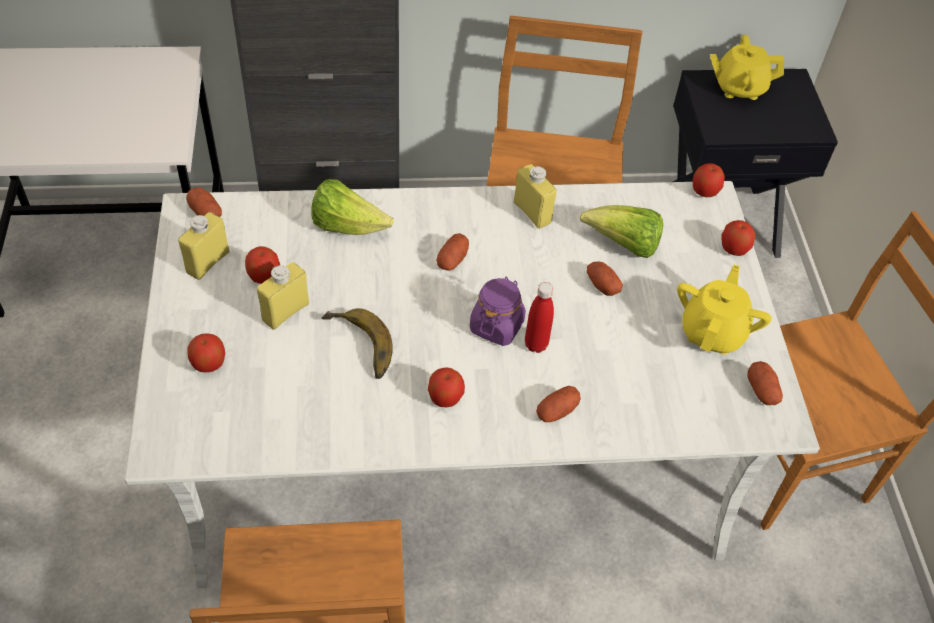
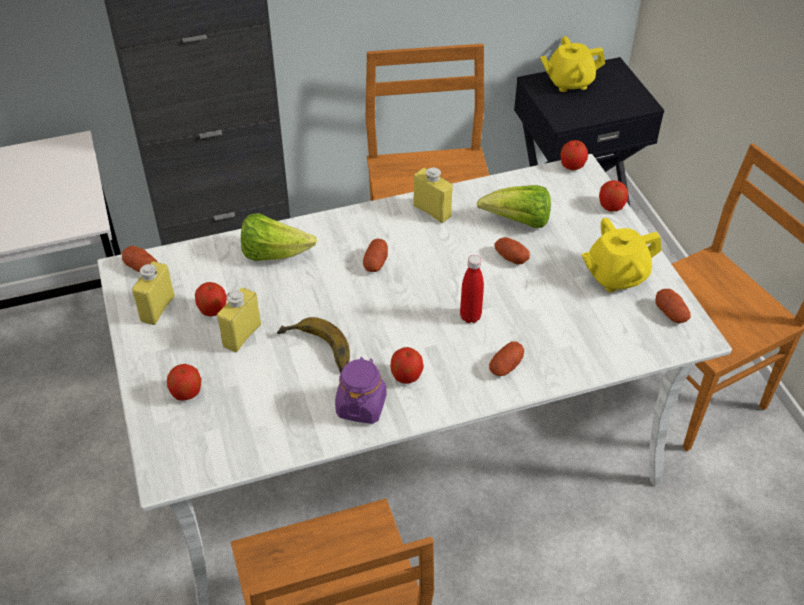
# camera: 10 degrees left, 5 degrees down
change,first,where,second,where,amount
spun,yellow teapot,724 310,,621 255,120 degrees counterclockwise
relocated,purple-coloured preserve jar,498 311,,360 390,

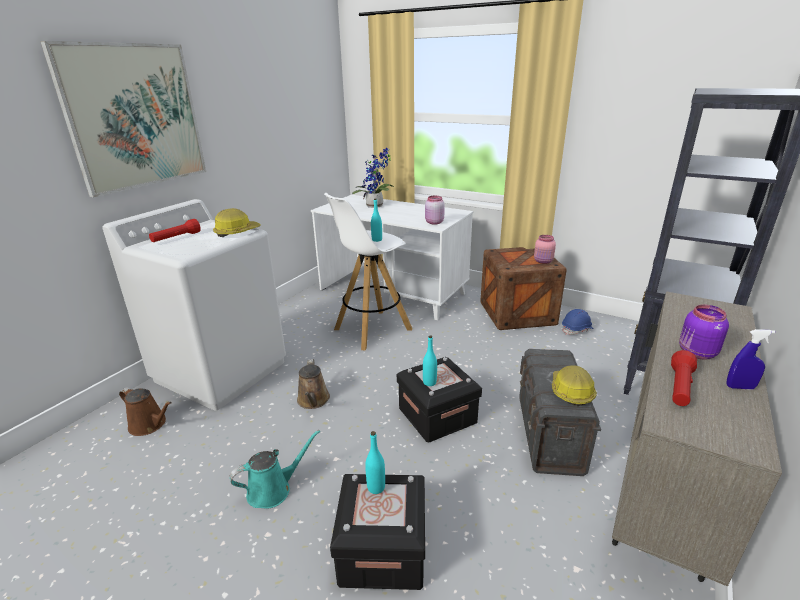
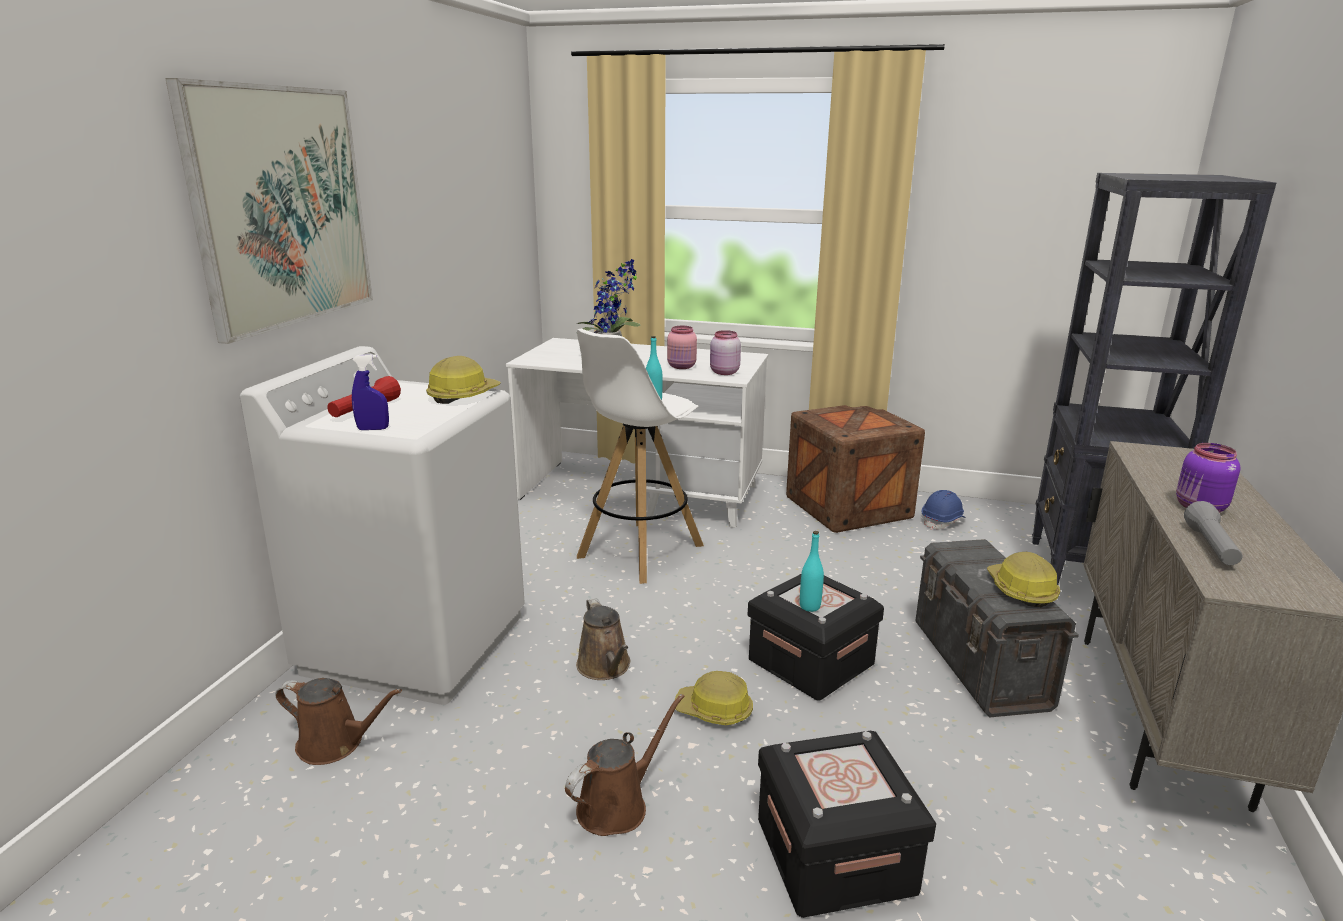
# camera: 15 degrees left, 5 degrees down
change,first,where,second,where,amount
relocated,pink preserve jar,545 249,,682 347,
relocated,blue-coloured hand sprayer,750 359,,370 392,
colour,reddish hand torch,684 378,gray hand torch,1213 533,
colour,turquoise watering pot,275 469,brown watering pot,625 765,
missing,turquoise beverage bottle,375 462,,,
appeared,,,safety helmet,714 698,

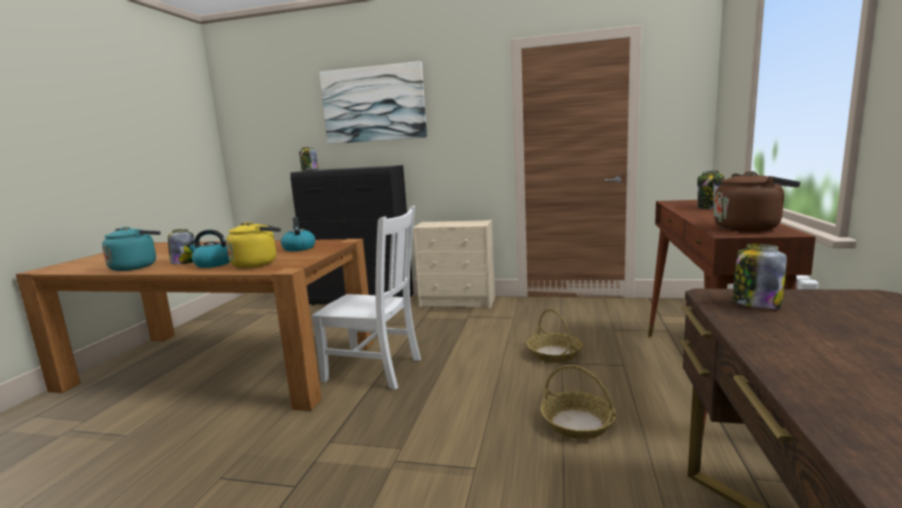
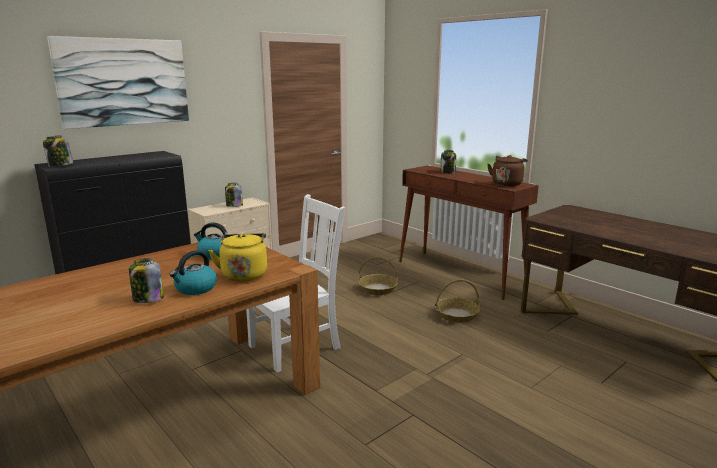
# camera: 55 degrees left, 5 degrees up
change,first,where,second,where,amount
missing,turquoise kettle,131 249,,,
relocated,preserve jar,760 276,,234 195,

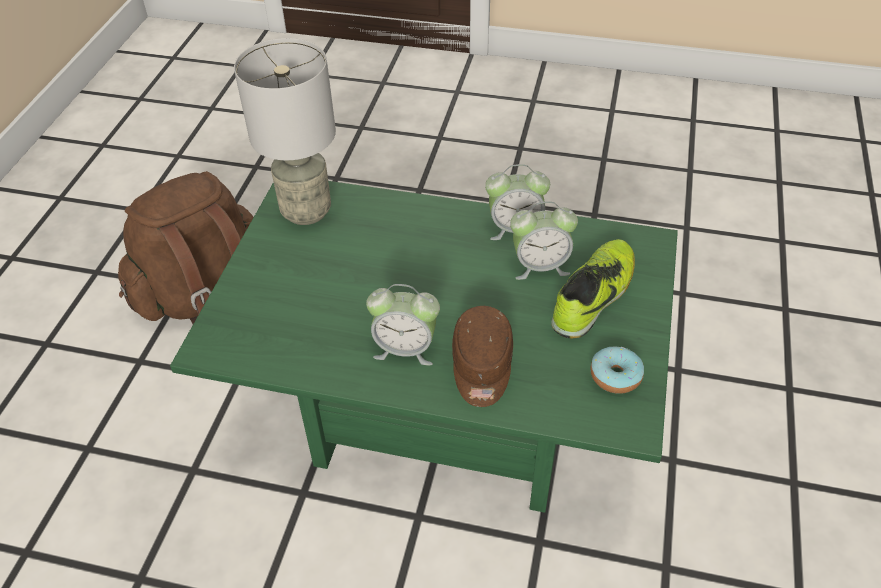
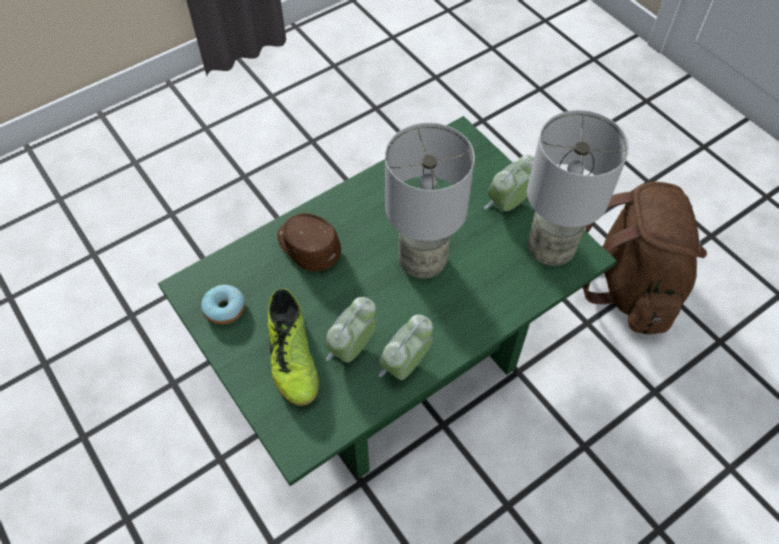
# camera: 130 degrees right, 10 degrees up
change,first,where,second,where,amount
relocated,table clock,403 324,,509 183,
appeared,,,gray tabletop lamp,430 201,

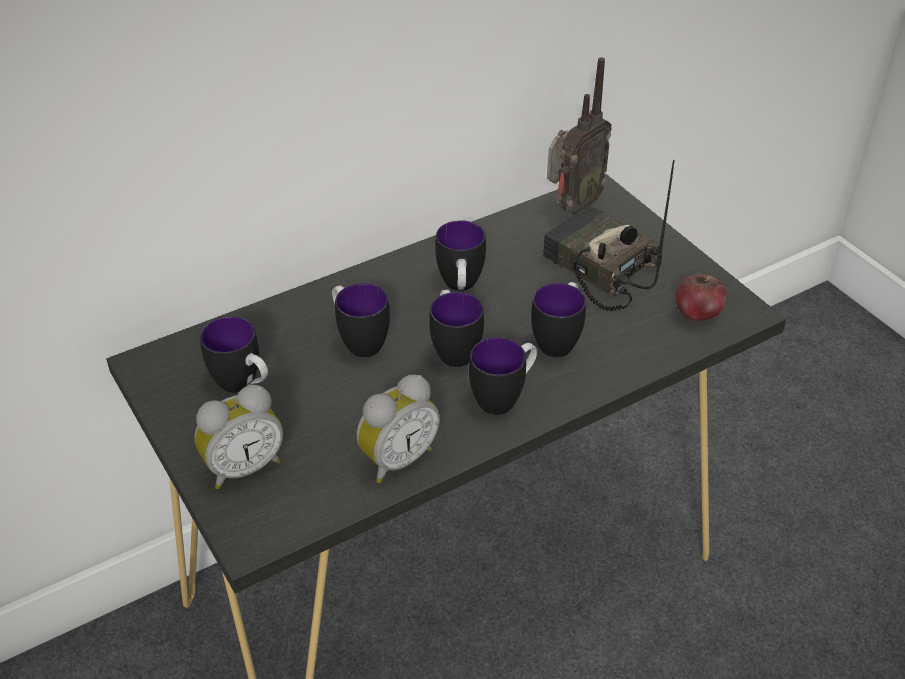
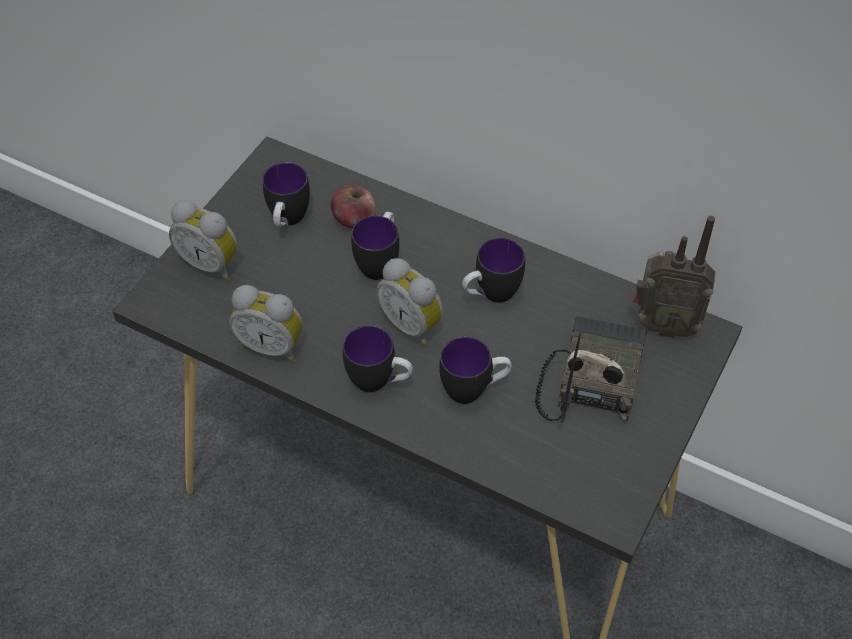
# camera: 60 degrees right, 10 degrees up
change,first,where,second,where,amount
relocated,apple,701 297,,353 207,
exchanged,tea mug,456 328,table clock,409 302,

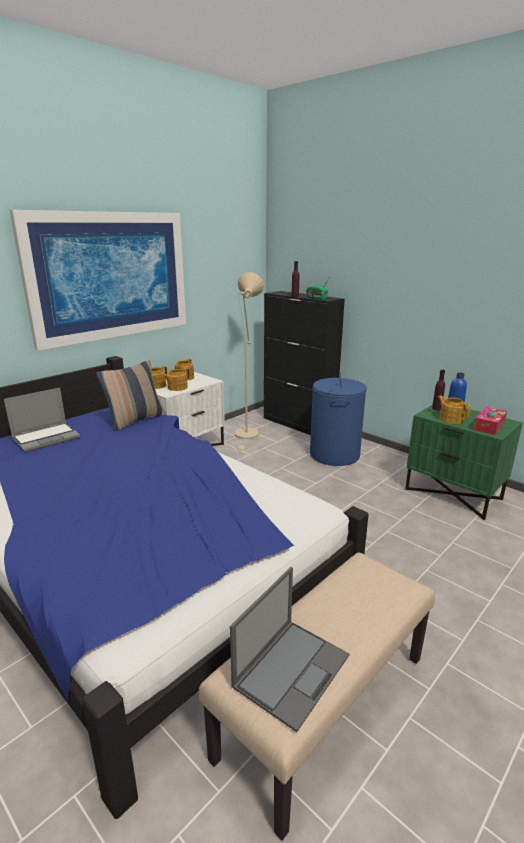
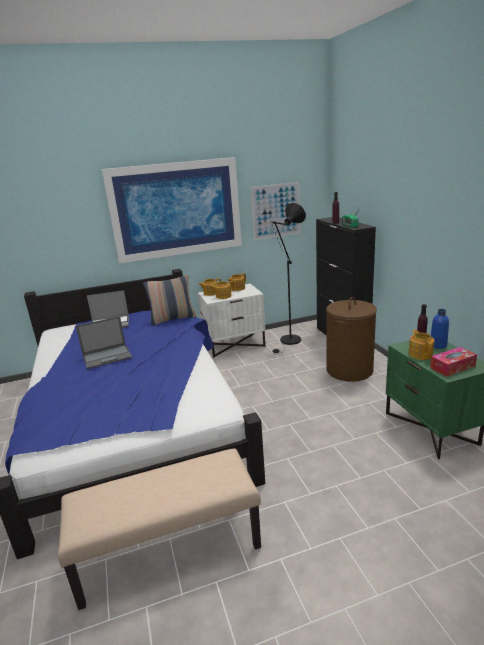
# camera: 30 degrees right, 0 degrees up
change,first,where,second,where,amount
colour,beige-coloured standard lamp,249 361,black standard lamp,289 279,
colour,blue-coloured hamper,338 419,brown hamper,351 339,
relocated,notebook computer,290 649,,104 342,
appeared,,,picture,275 211,

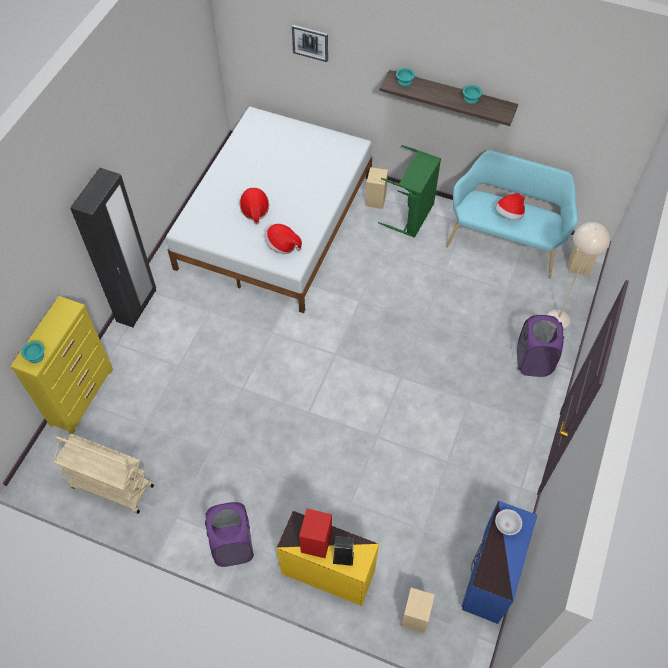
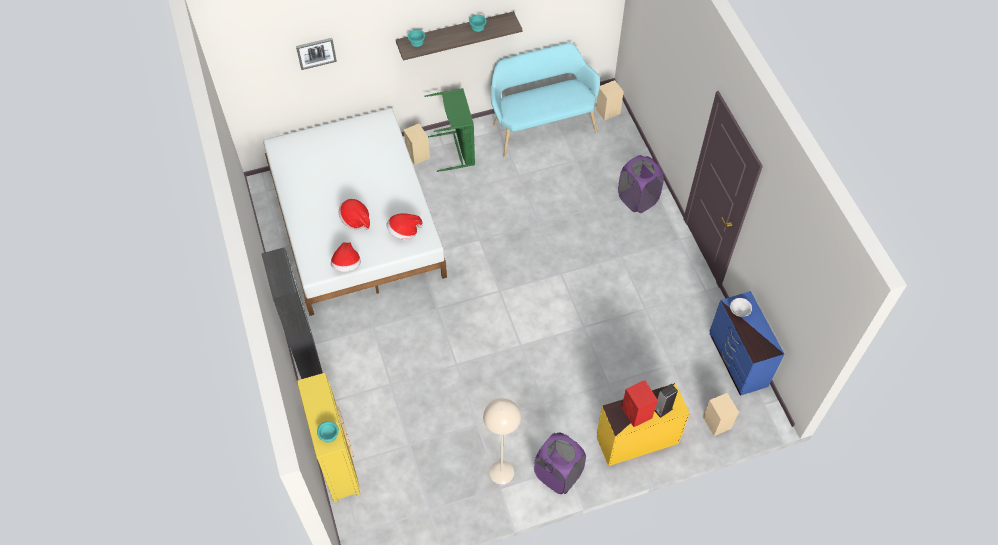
# camera: 40 degrees left, 0 degrees up
change,first,where,second,where,amount
relocated,hat,510 206,,346 257,
relocated,beige-coloured standard lamp,578 275,,502 441,
missing,beige-coloured trolley,104 474,,,

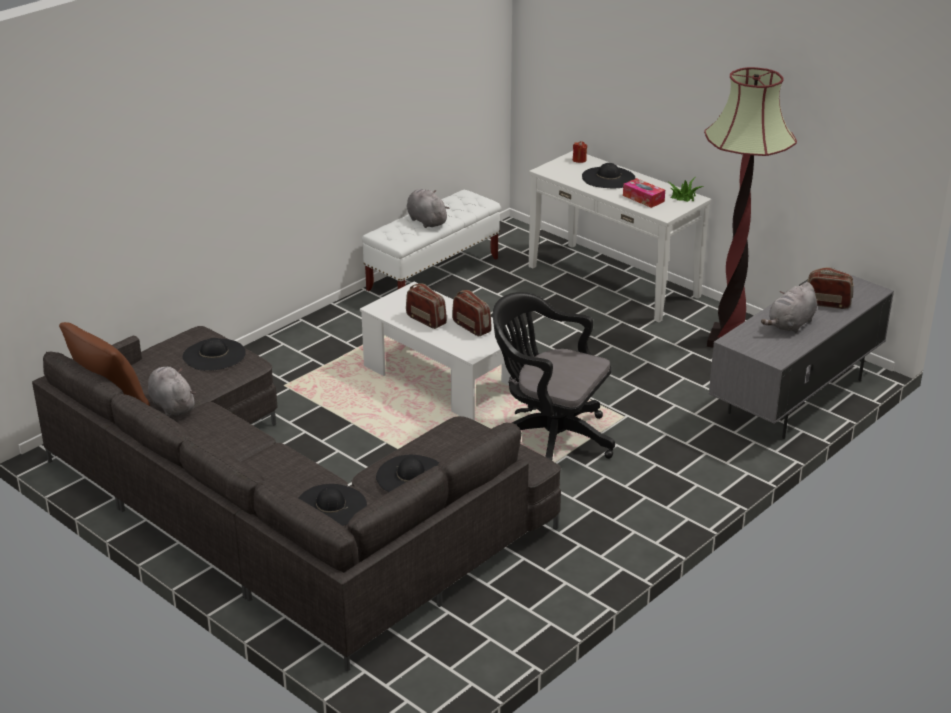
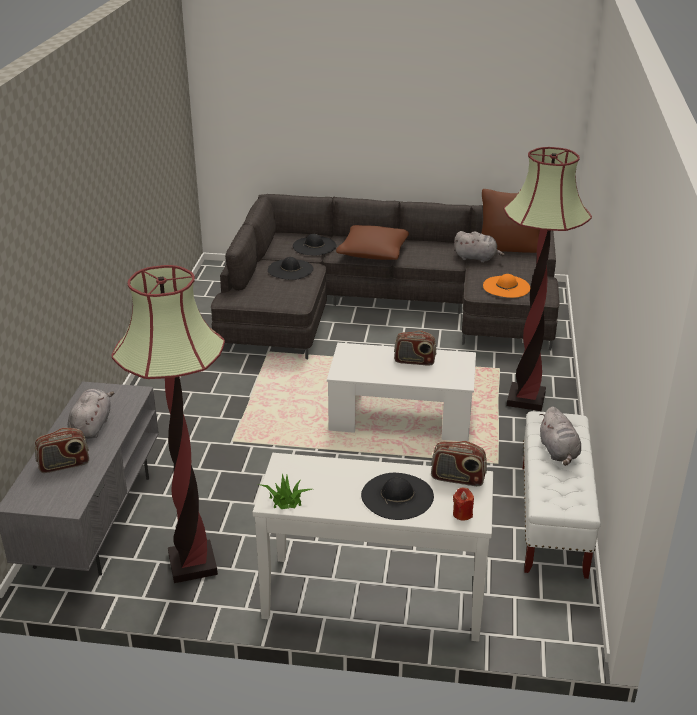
# camera: 145 degrees right, 0 degrees up
change,first,where,second,where,amount
missing,box of tissues,644 193,,,
spun,gray plush toy,428 208,,560 436,60 degrees clockwise
relocated,radio set,472 313,,459 463,
missing,black computer chair,554 376,,,
colour,black hat,214 354,orange-coloured hat,506 286,
appeared,,,standard lamp,548 279,
appeared,,,brown cushion,372 242,

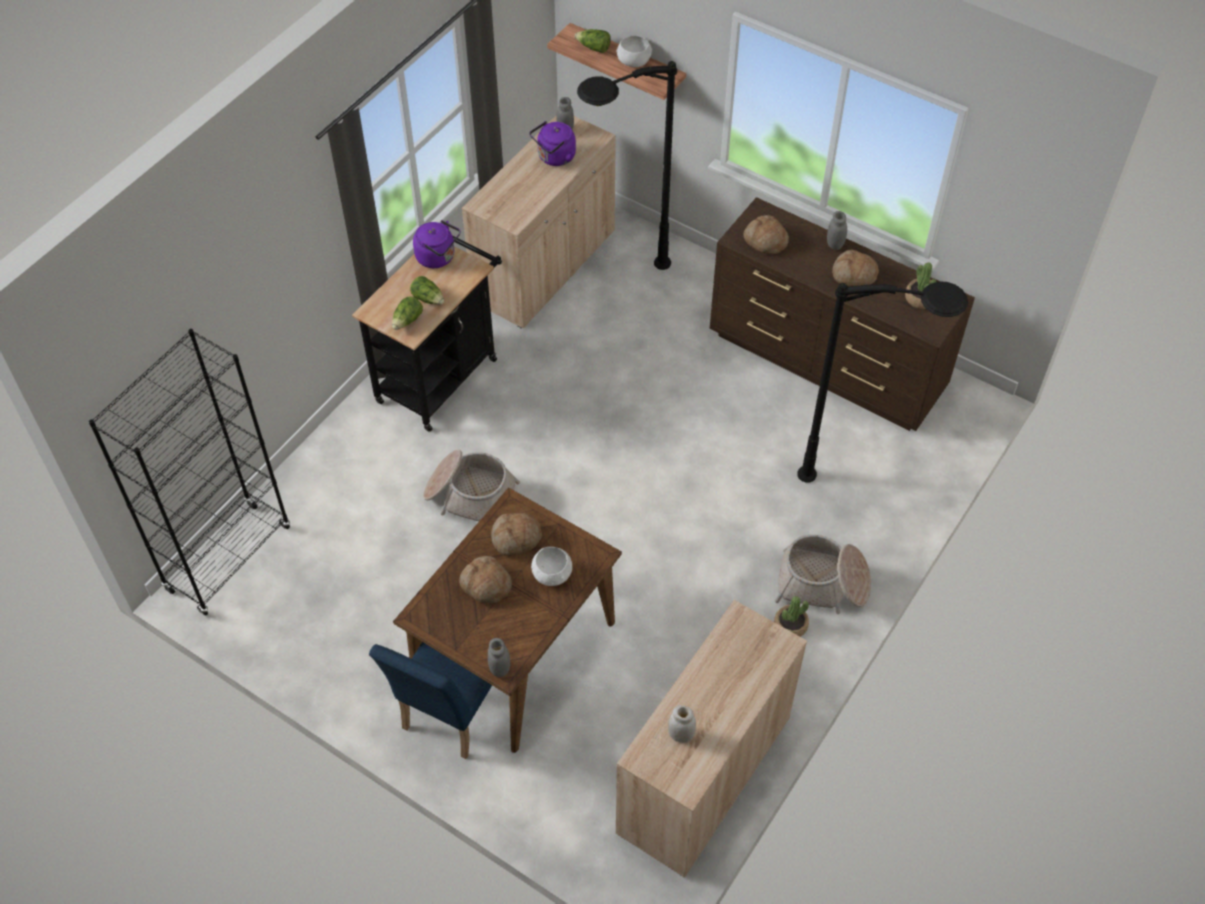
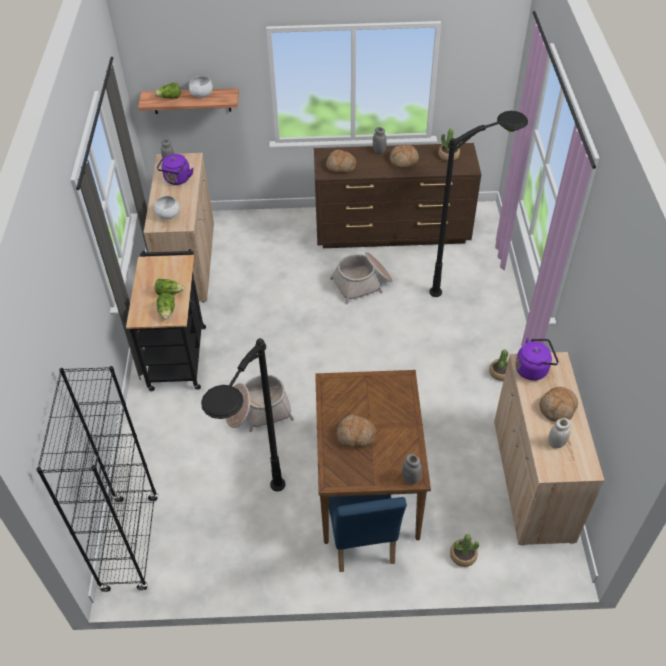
# camera: 35 degrees left, 5 degrees down
change,first,where,second,where,amount
relocated,black standard lamp,627 165,,243 415,
relocated,purple-coloured kettle,436 244,,537 359,
relocated,baked bread,516 534,,559 404,
relocated,basket,823 574,,361 278,
relocated,white-coloured bowl,551 566,,167 208,
appeared,,,plant in a pot,464 550,

